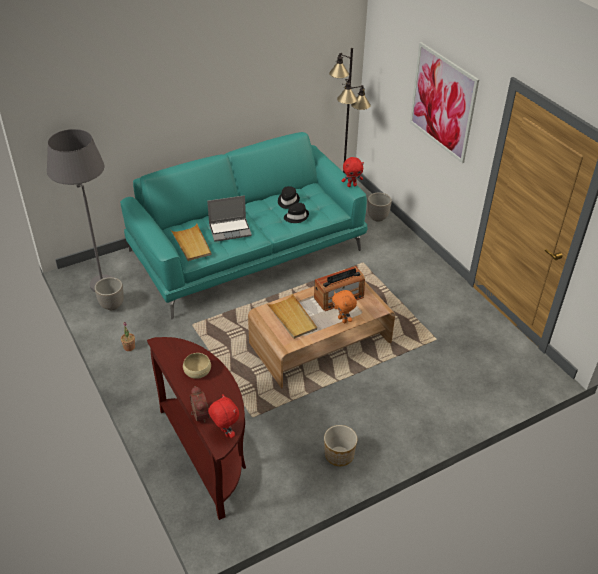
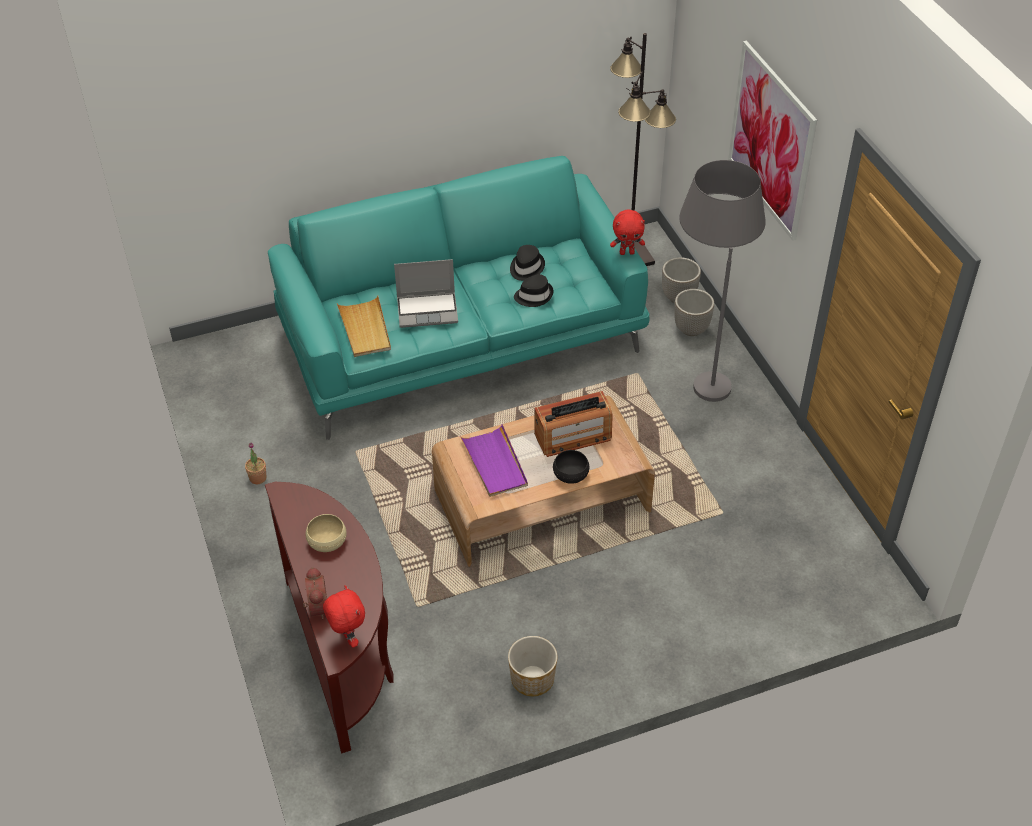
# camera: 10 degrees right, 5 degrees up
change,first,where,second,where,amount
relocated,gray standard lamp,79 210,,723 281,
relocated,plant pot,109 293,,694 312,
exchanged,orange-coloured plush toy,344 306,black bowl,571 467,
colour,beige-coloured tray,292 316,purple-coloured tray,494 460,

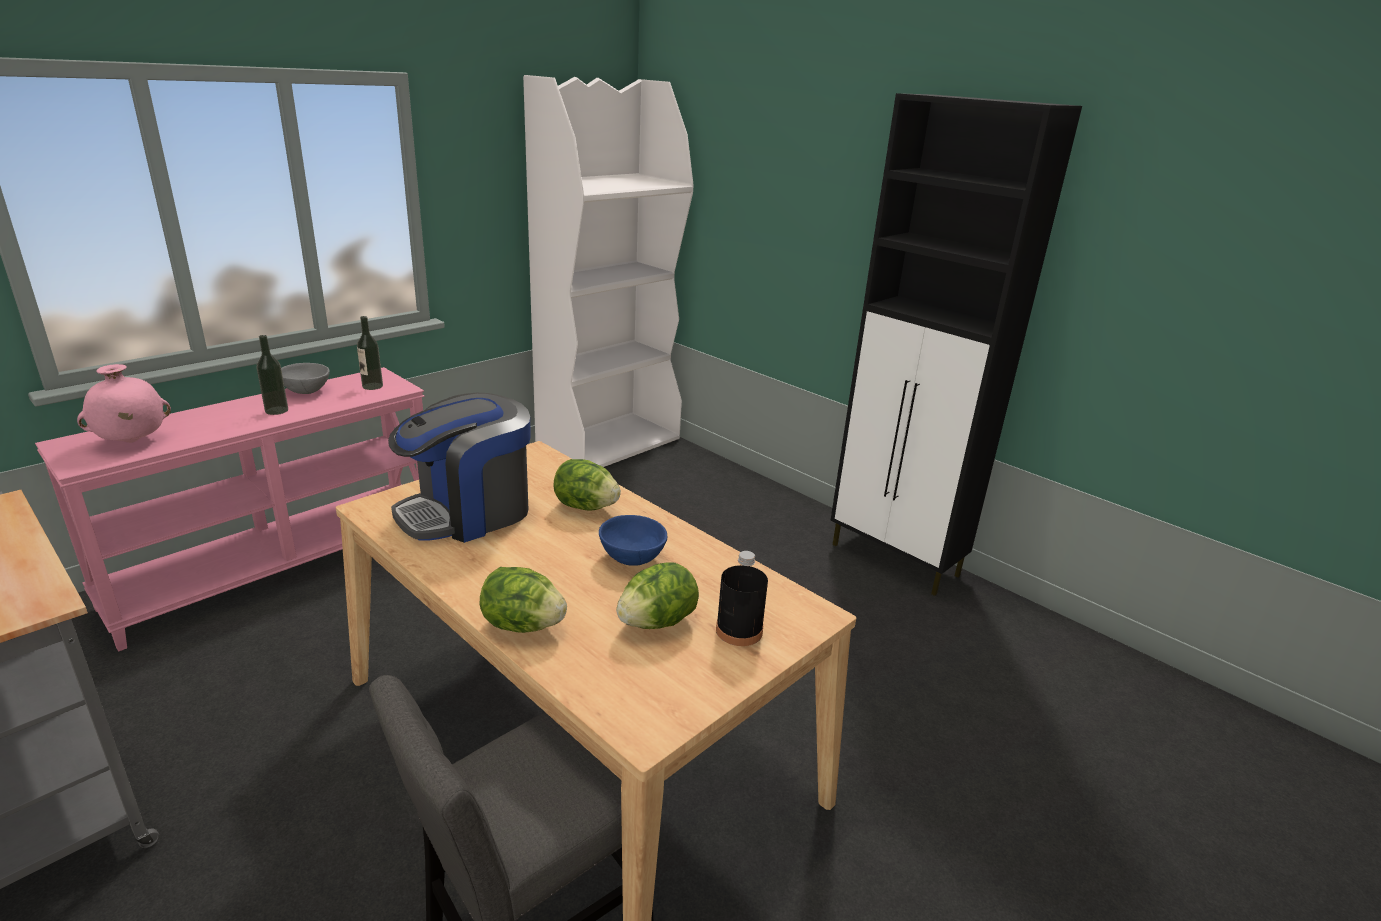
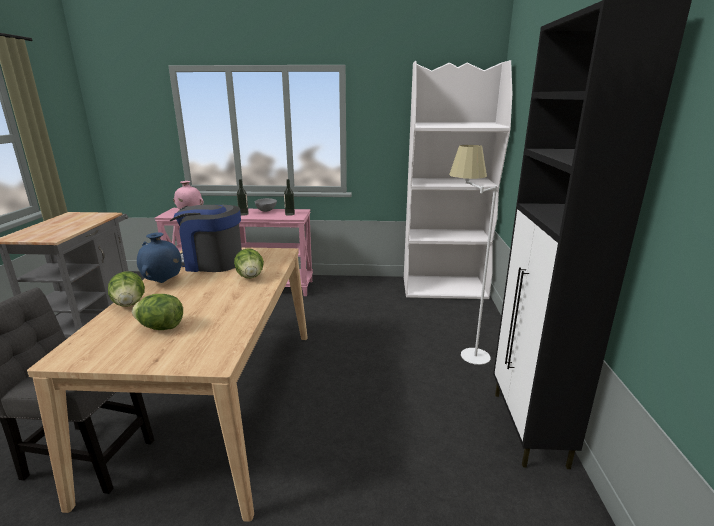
# camera: 50 degrees right, 5 degrees down
change,first,where,second,where,amount
missing,blue-coloured bowl,633 540,,,
missing,black beverage bottle,742 598,,,
appeared,,,white-coloured standard lamp,473 255,
appeared,,,blue-coloured vase,159 257,

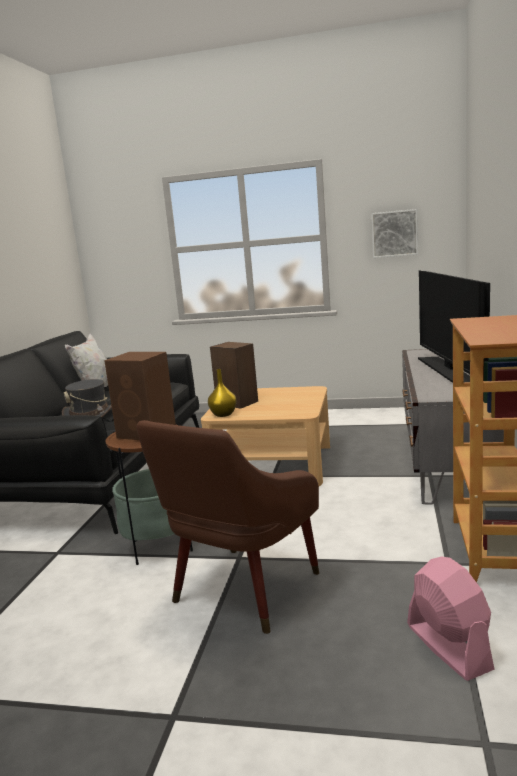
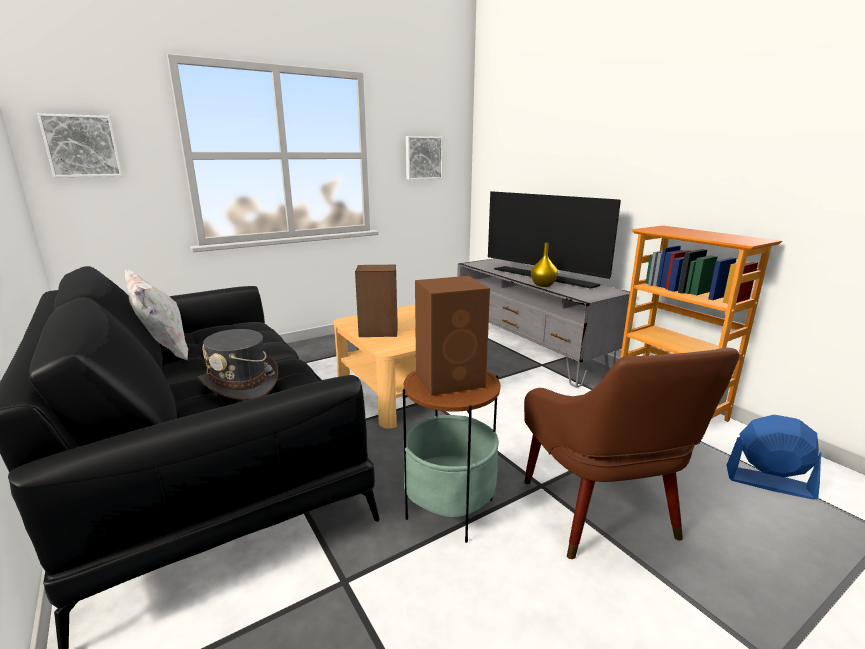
# camera: 45 degrees left, 5 degrees up
change,first,where,second,where,amount
relocated,yellow vase,222 393,,544 265,
colour,pink electric fan,451 619,blue-coloured electric fan,773 457,
appeared,,,picture,79 145,

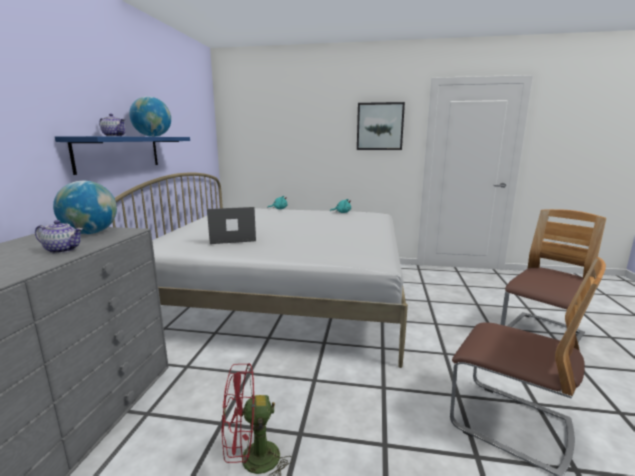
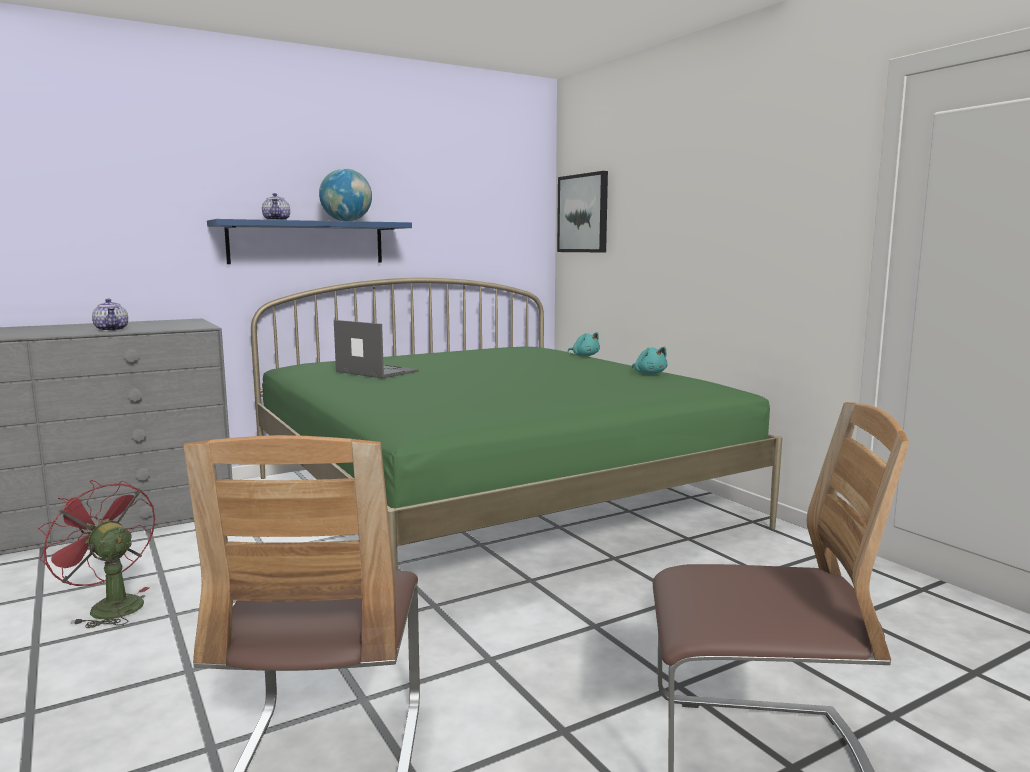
# camera: 50 degrees right, 5 degrees down
change,first,where,second,where,amount
relocated,picture,381 126,,582 211,
colour,white-coloured bedroom bed,260 270,green-coloured bedroom bed,516 424,
missing,desk globe,85 207,,,

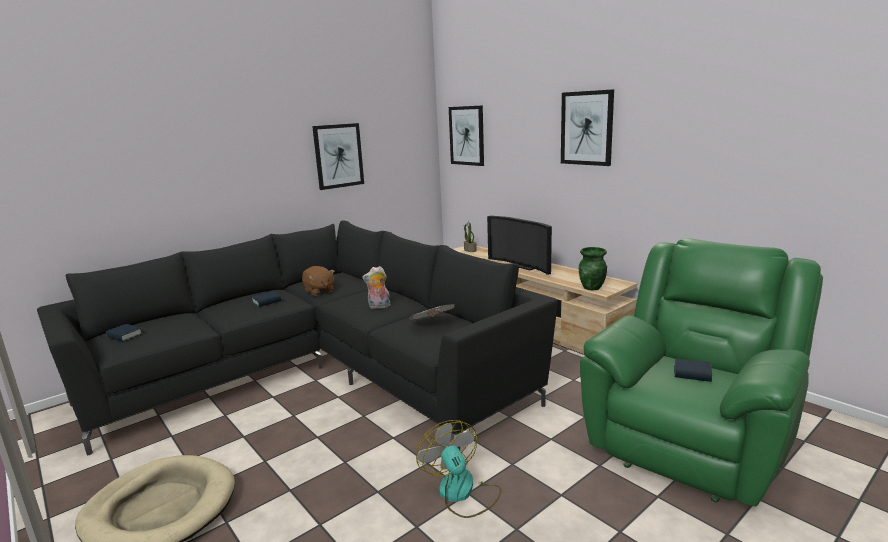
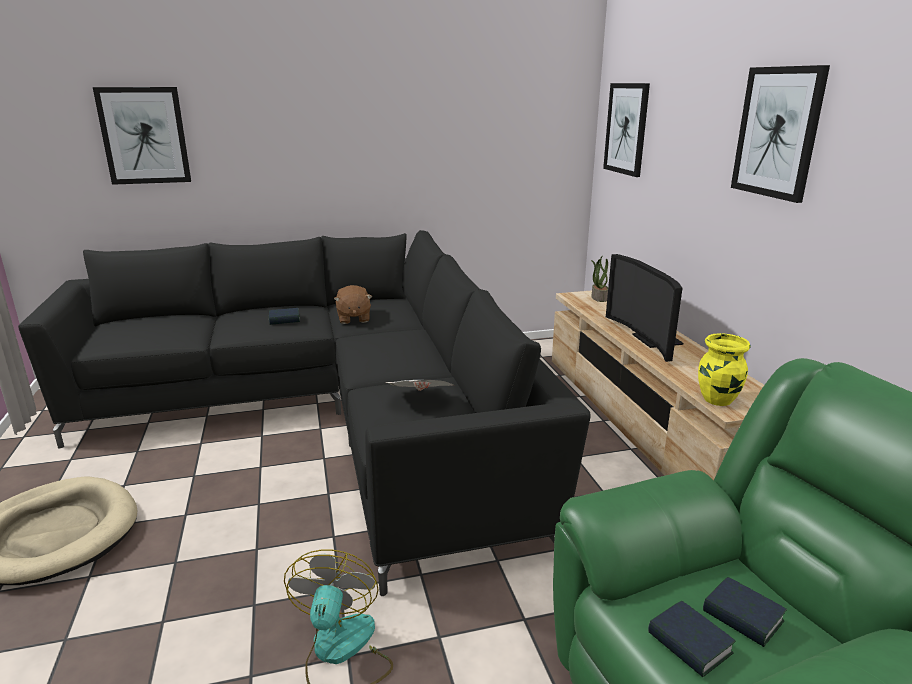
# camera: 25 degrees right, 5 degrees up
change,first,where,second,where,amount
relocated,picture,338 156,,142 136,
colour,green-coloured vase,593 268,yellow vase,724 369,
missing,plush toy,376 287,,,
relocated,book,124 333,,692 639,

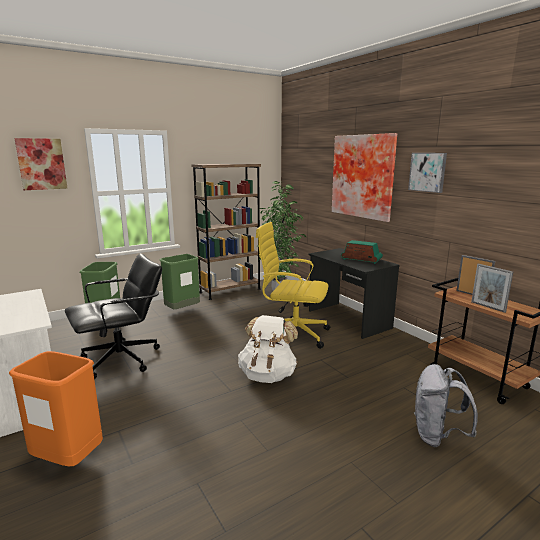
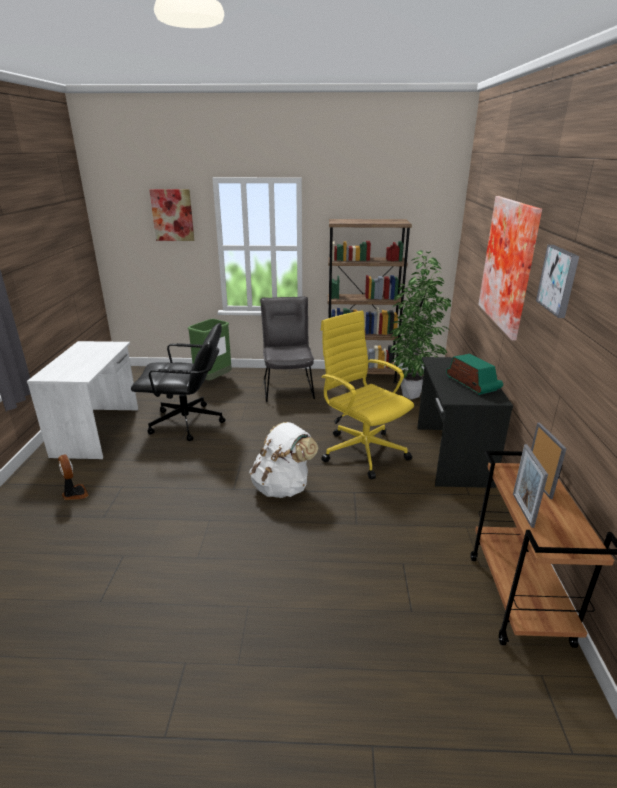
# camera: 35 degrees right, 10 degrees up
change,first,where,second,where,amount
exchanged,green-coloured trash can,180 281,gray plain chair,287 349,
exchanged,orange-coloured trash can,56 408,electric fan,73 477,
missing,gray rucksack,446 405,,,

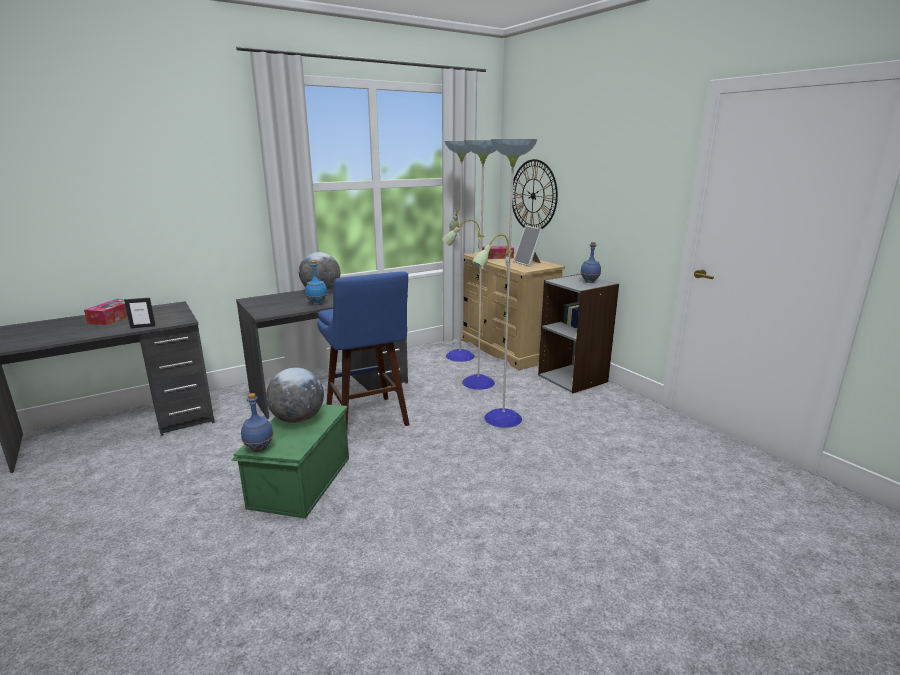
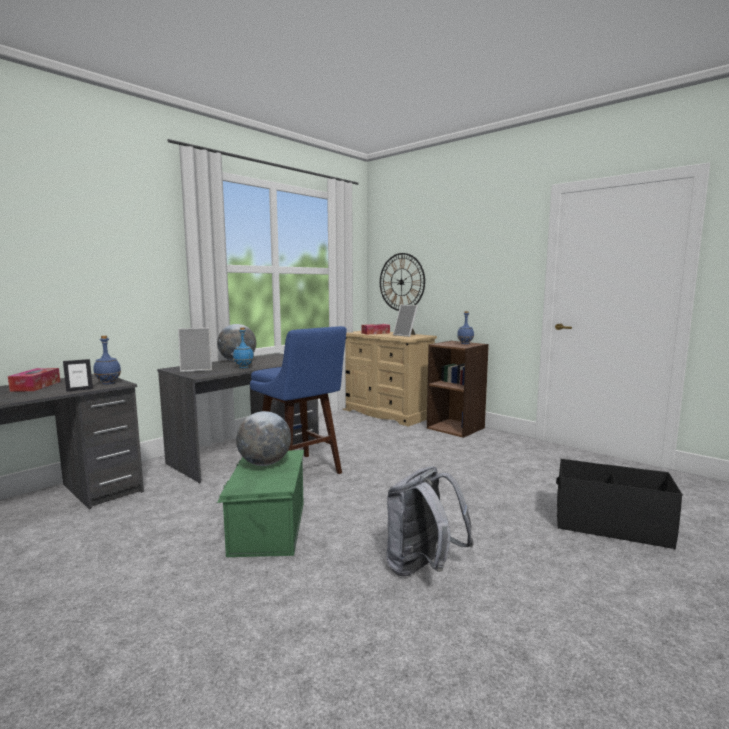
# camera: 15 degrees left, 10 degrees down
change,first,where,second,where,amount
missing,standard lamp,490 283,,,
colour,gray shelving unit,578 333,brown shelving unit,458 389,
relocated,blue-coloured beverage bottle,257 422,,107 360,
appeared,,,photo frame,195 350,
appeared,,,black storage container,619 504,
appeared,,,gray rucksack,430 521,

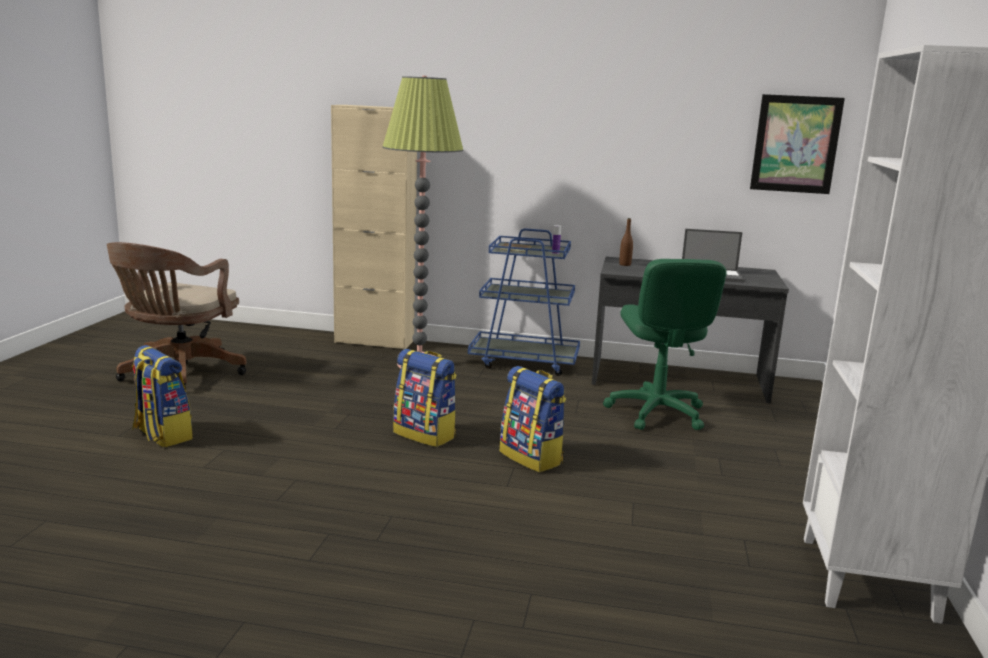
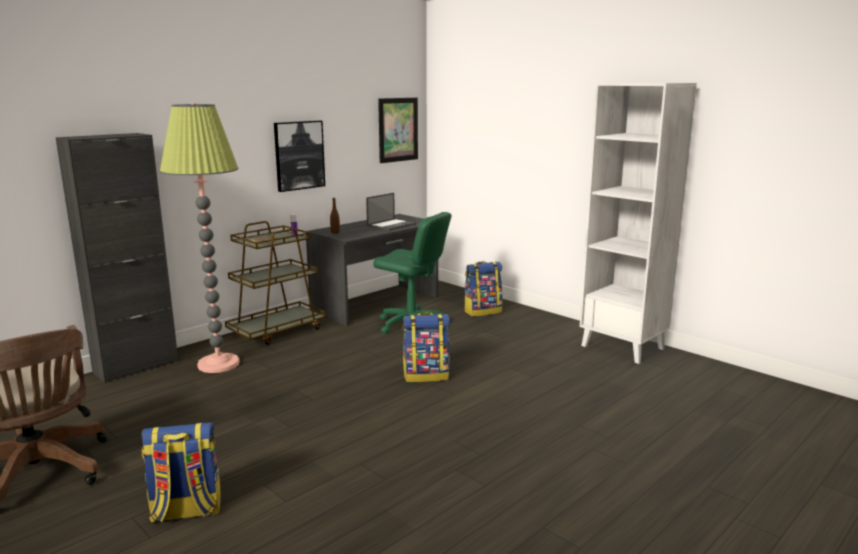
# camera: 55 degrees left, 0 degrees up
change,first,where,second,where,amount
colour,beige-coloured cabinet,374 227,black cabinet,117 258,
colour,blue-coloured trolley,524 302,brown trolley,275 283,
relocated,rucksack,425 398,,483 289,
appeared,,,picture,299 156,

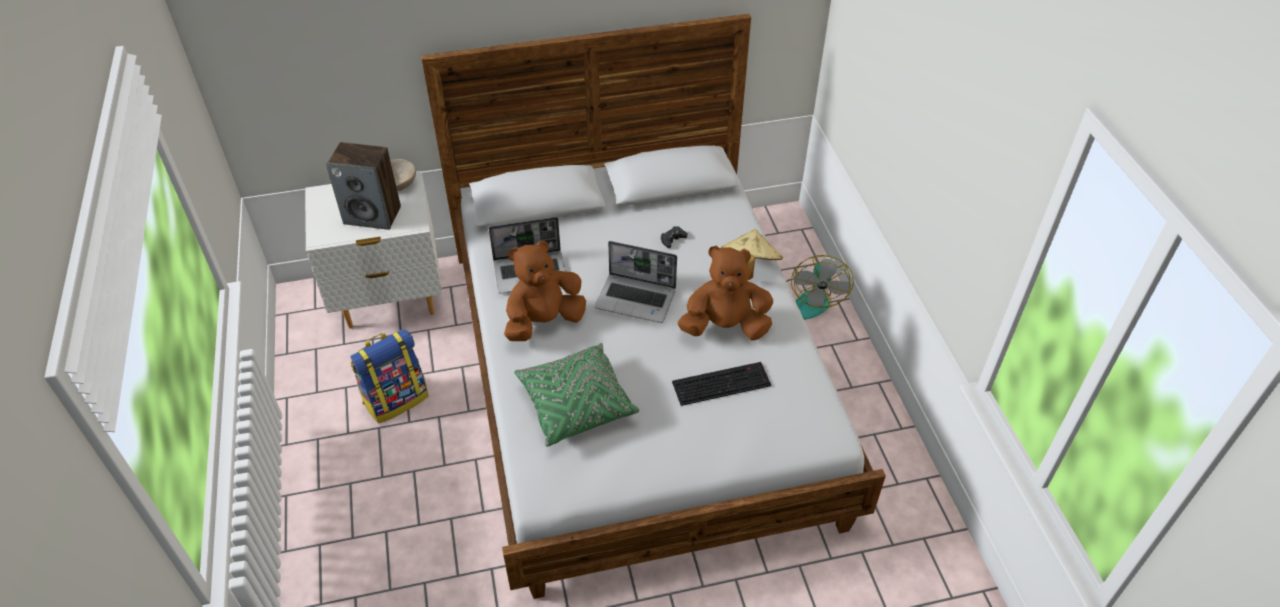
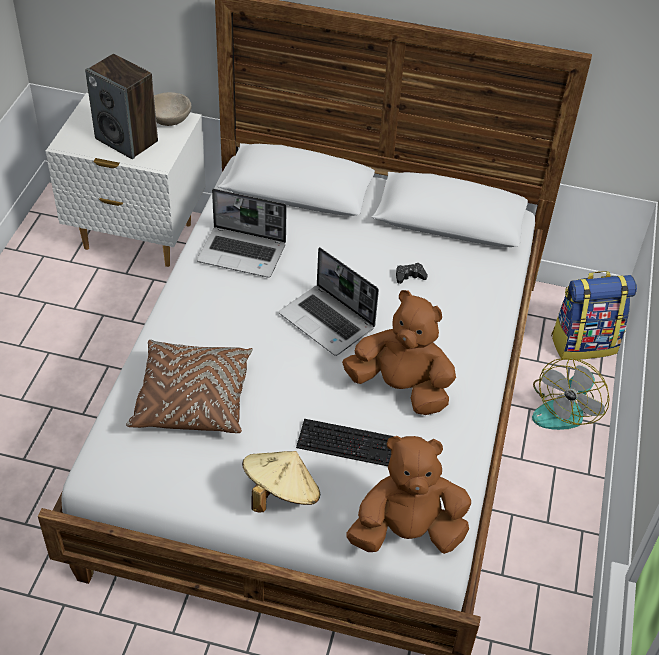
# camera: 25 degrees right, 0 degrees up
change,first,where,second,where,amount
relocated,beige-coloured hat,752 254,,281 481,
relocated,brown plush toy,545 291,,408 495,
relocated,rucksack,389 376,,594 315,
colour,green-coloured cushion,576 395,brown cushion,189 386,

